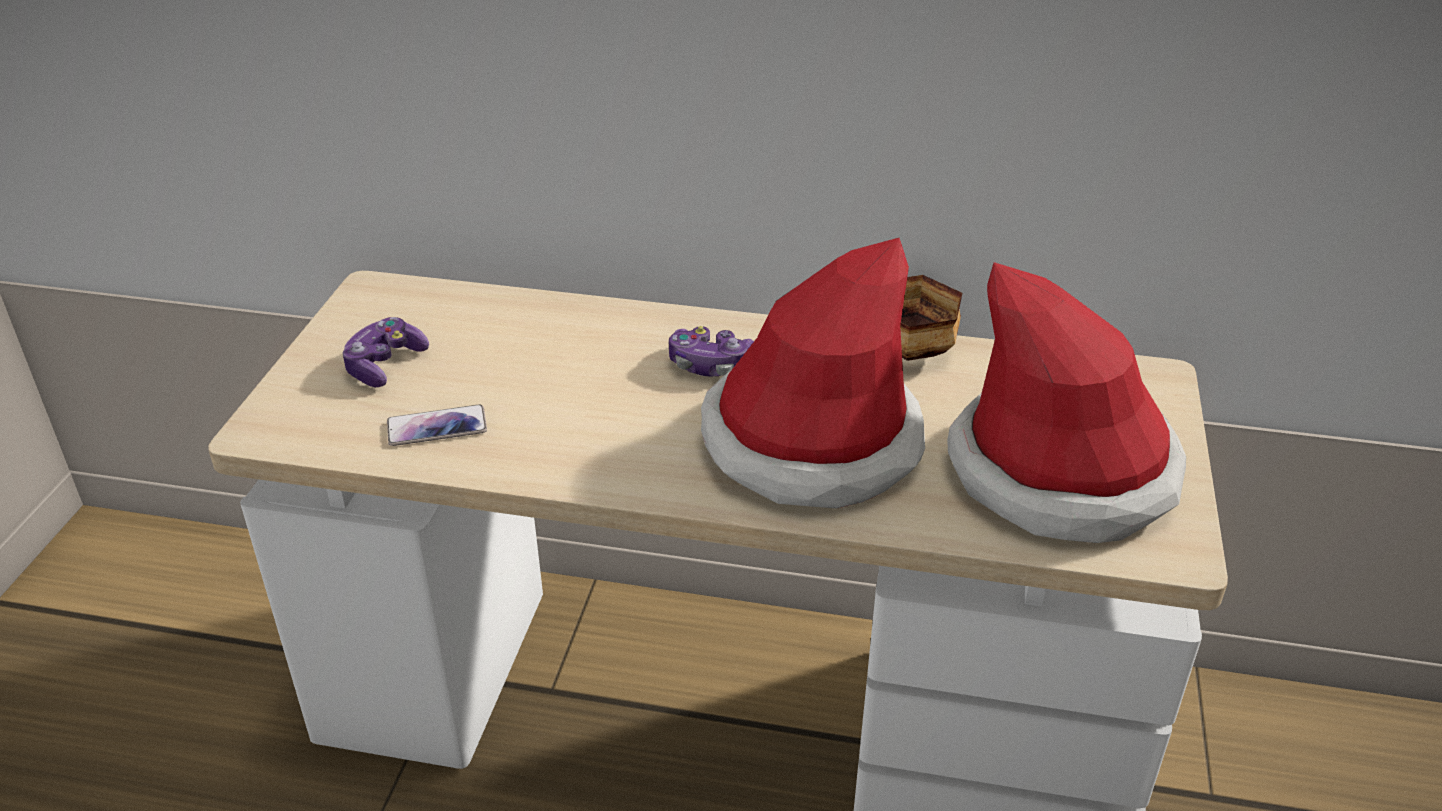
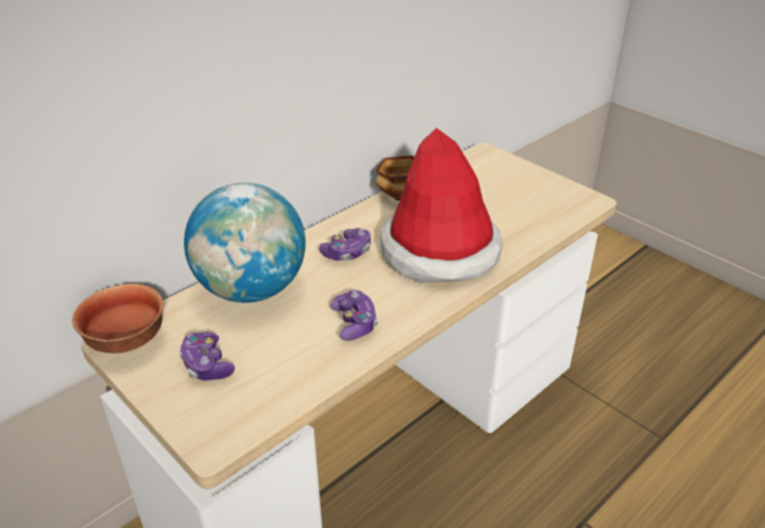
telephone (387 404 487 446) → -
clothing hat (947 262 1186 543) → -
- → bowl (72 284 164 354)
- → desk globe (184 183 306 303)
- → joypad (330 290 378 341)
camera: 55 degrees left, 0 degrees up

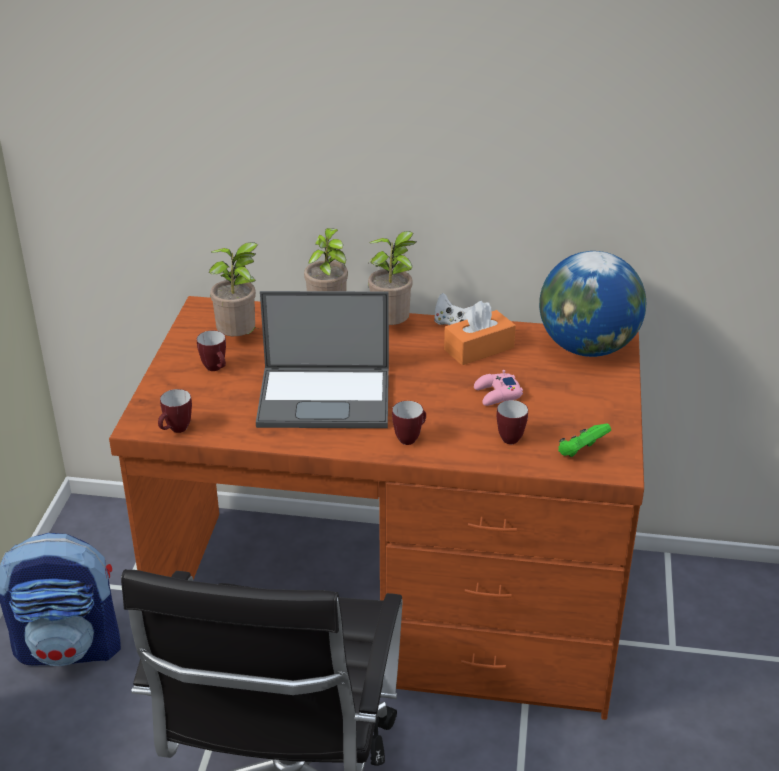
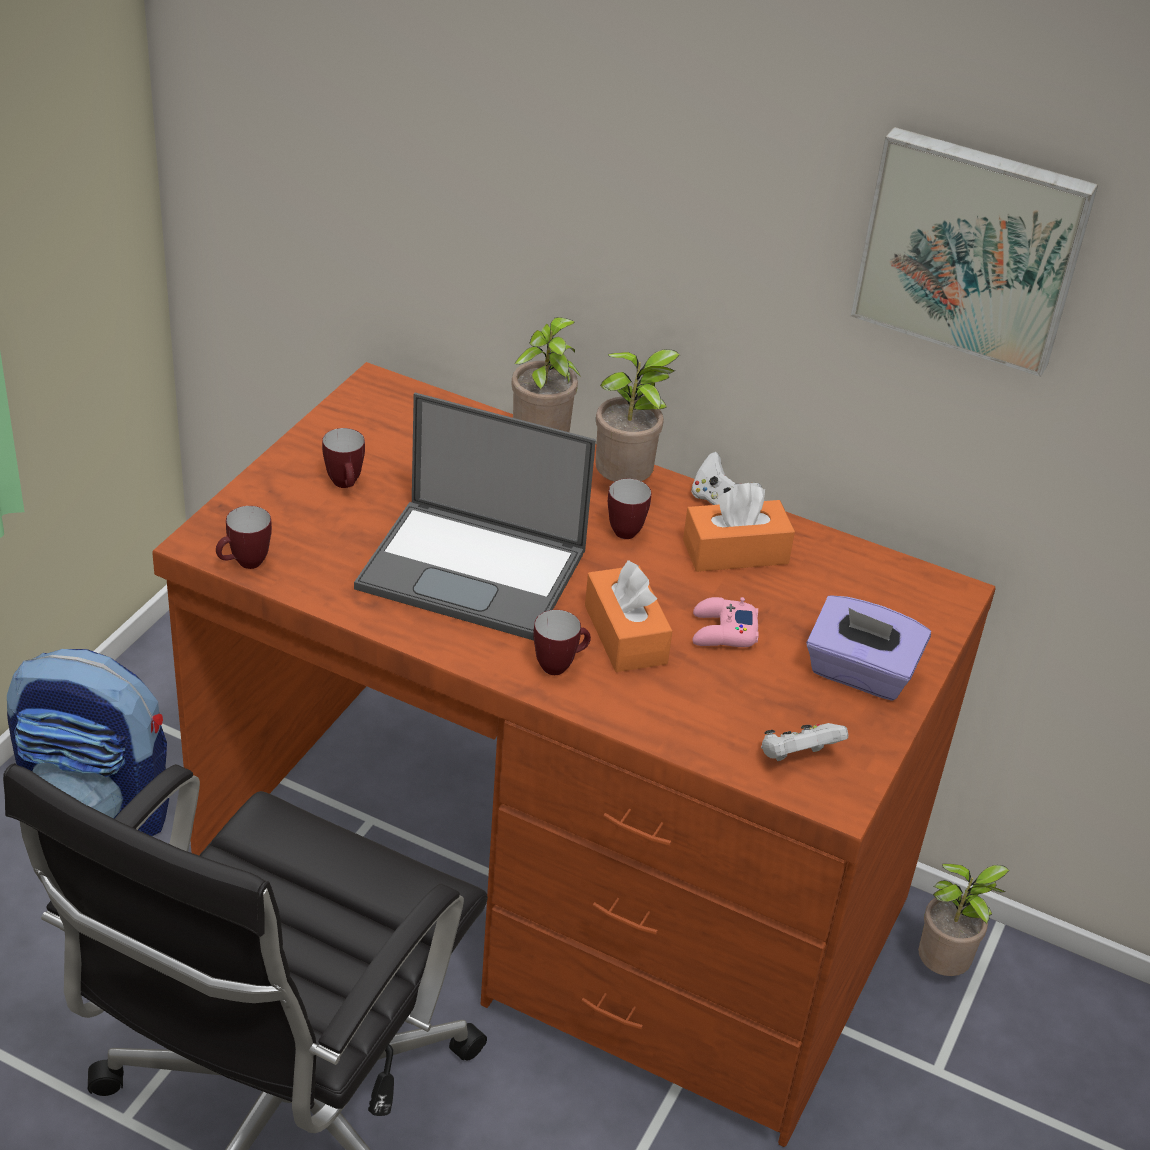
potted plant (209 242 258 336) → potted plant (918 863 1010 976), shifted
tea mug (497 400 528 444) → tea mug (608 479 651 539), shifted
desk globe (539 251 646 357) → -
green-coloured joypad (558 423 611 457) → white joypad (761 723 848 761)
- → orange tissue box (585 560 672 672)
- → purple tissue box (806 595 931 701)
- → wall art (851 127 1098 377)
camera: 15 degrees right, 5 degrees up

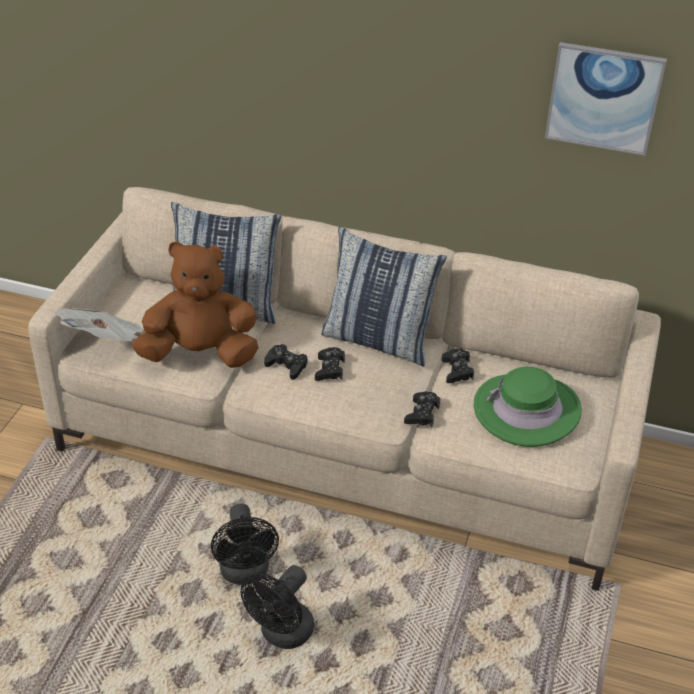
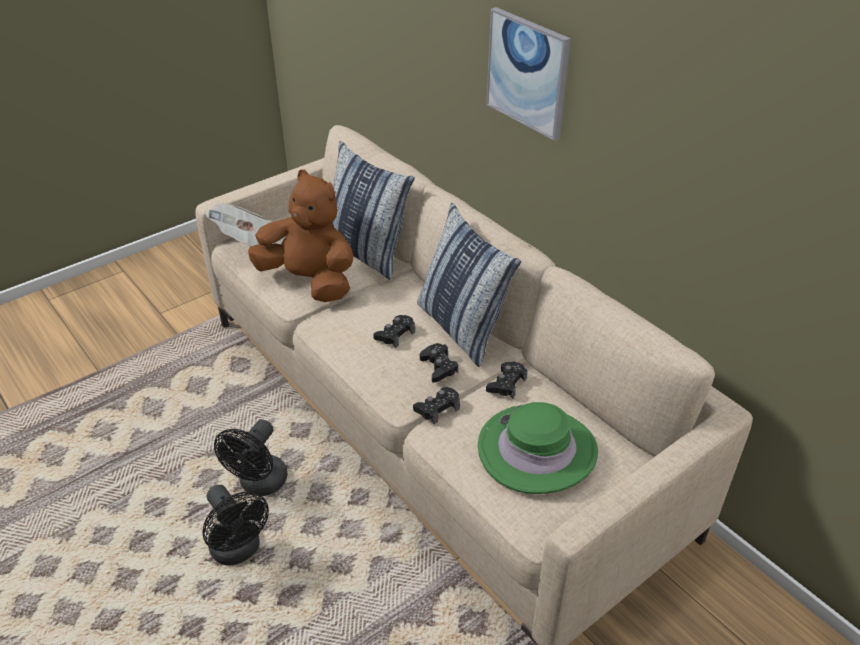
black-coloured cooling fan (241 565 314 649) → black-coloured cooling fan (202 485 269 565), 105 degrees counterclockwise
black-coloured joypad (264 344 307 380) → black-coloured joypad (420 343 459 383), shifted
wall art (545 42 667 156) → wall art (486 7 571 141), shifted
camera: 35 degrees right, 0 degrees up

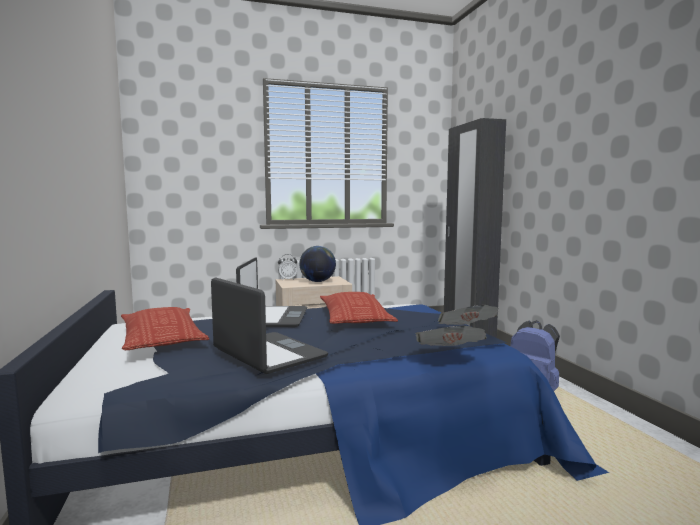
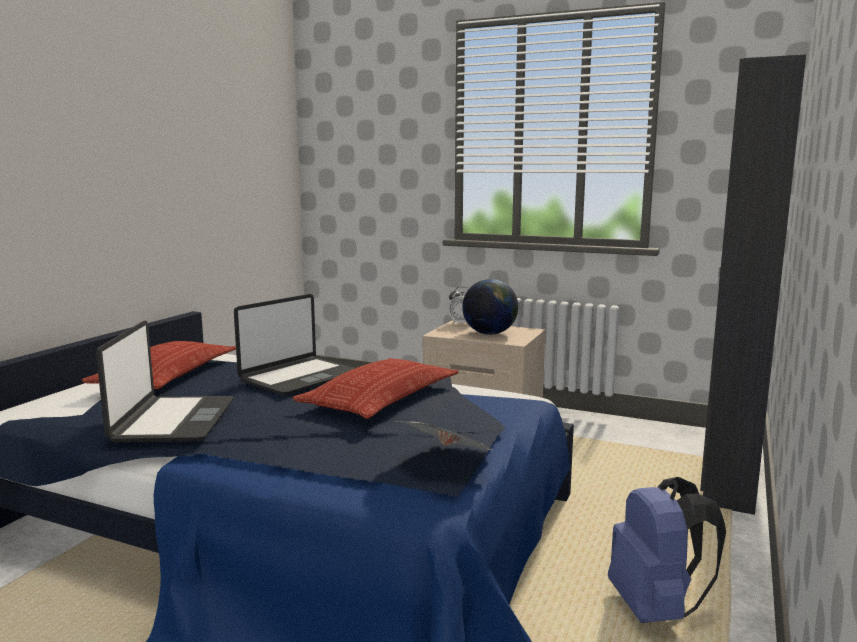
daily paper (415 326 487 346) → -
camera: 40 degrees right, 5 degrees up

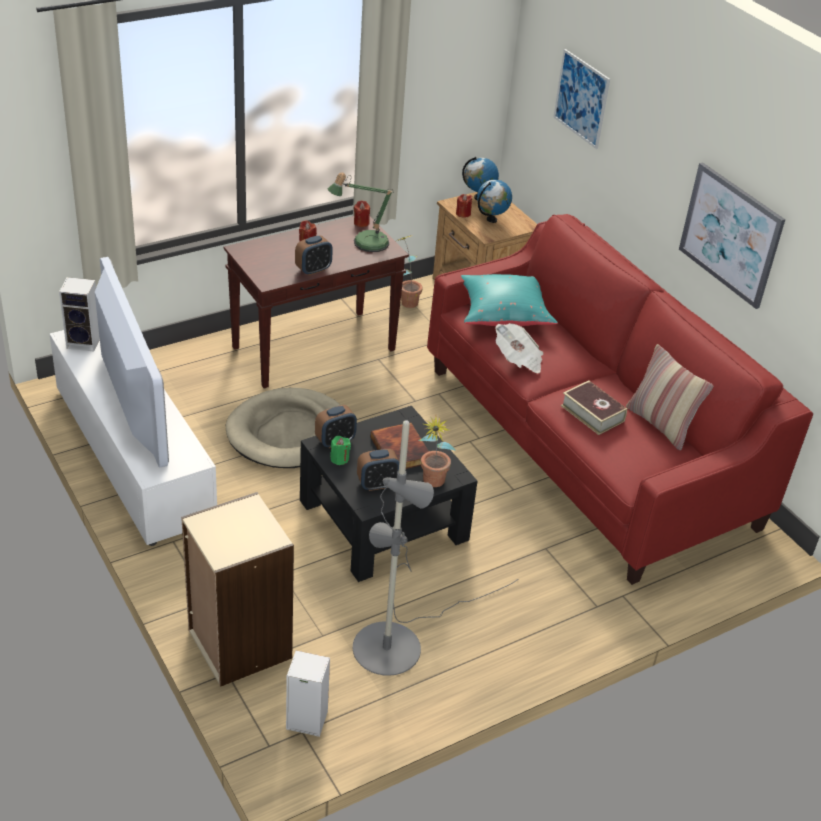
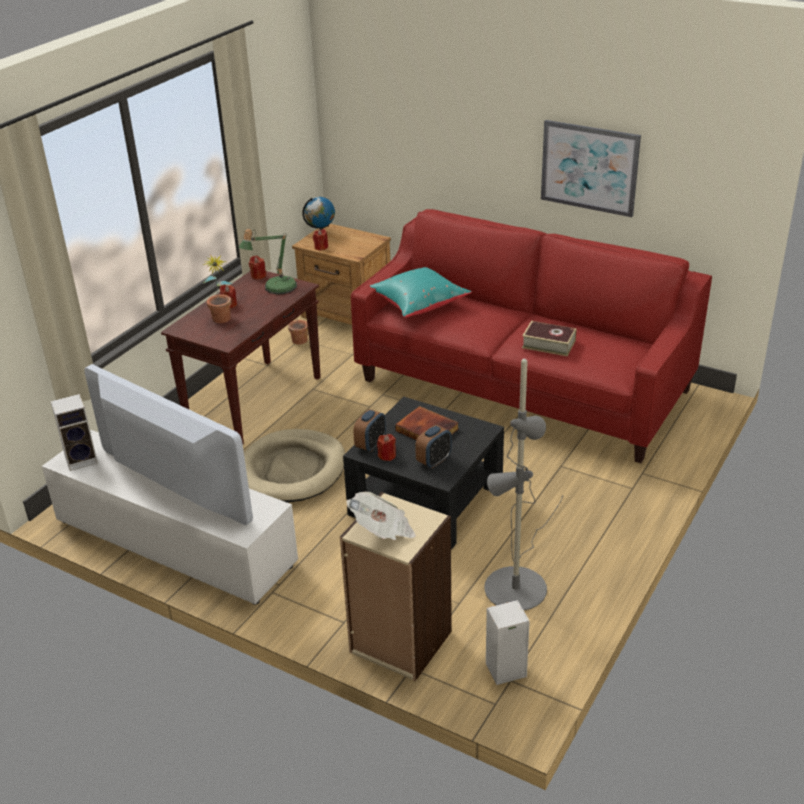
bedside clock (295 235 333 275) → -
green-coloured wax candle (330 436 351 465) → reddish wax candle (377 434 396 461)
potted plant (418 417 456 487) → potted plant (203 254 232 323), shifted
desk globe (477 179 512 223) → -
daily paper (495 323 543 373) → daily paper (346 492 416 540), shifted
wall art (553 49 610 149) → -
pillow (626 344 713 450) → -
camera: 25 degrees left, 5 degrees down

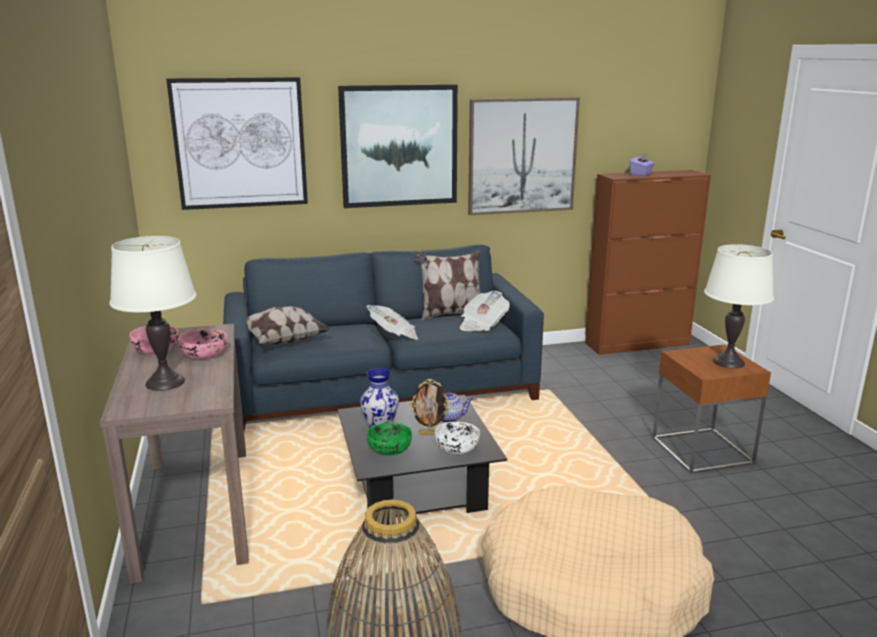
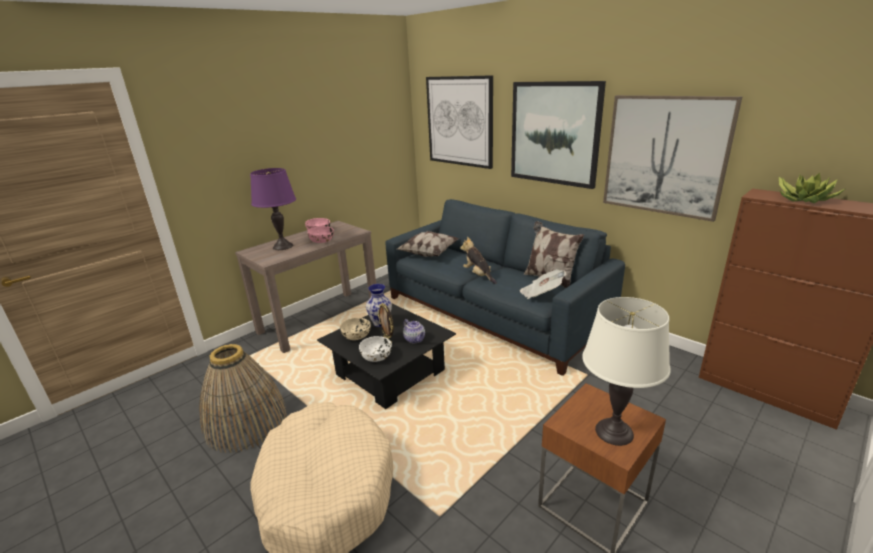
white table lamp (110 236 196 391) → purple table lamp (250 168 296 250)
daily paper (366 305 418 340) → cuddly toy (460 237 497 284)
green-coloured bowl (367 423 412 455) → beige-coloured bowl (340 318 371 340)
purple tissue box (630 153 655 176) → potted plant (779 173 845 203)
camera: 60 degrees right, 5 degrees up

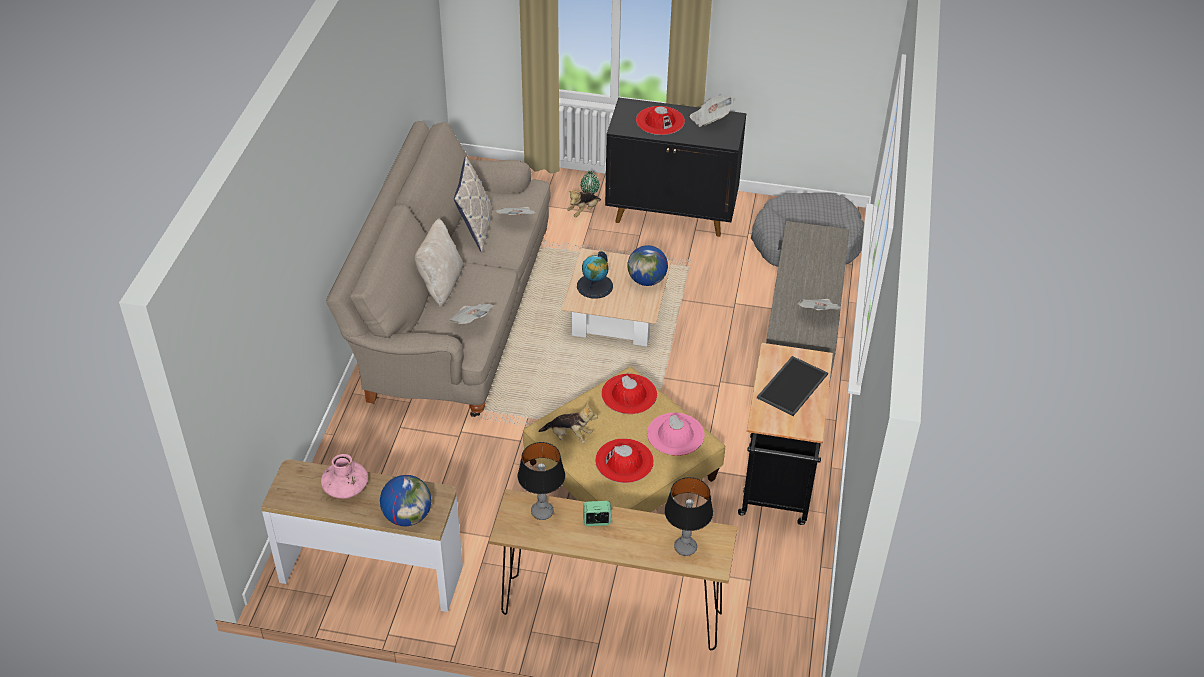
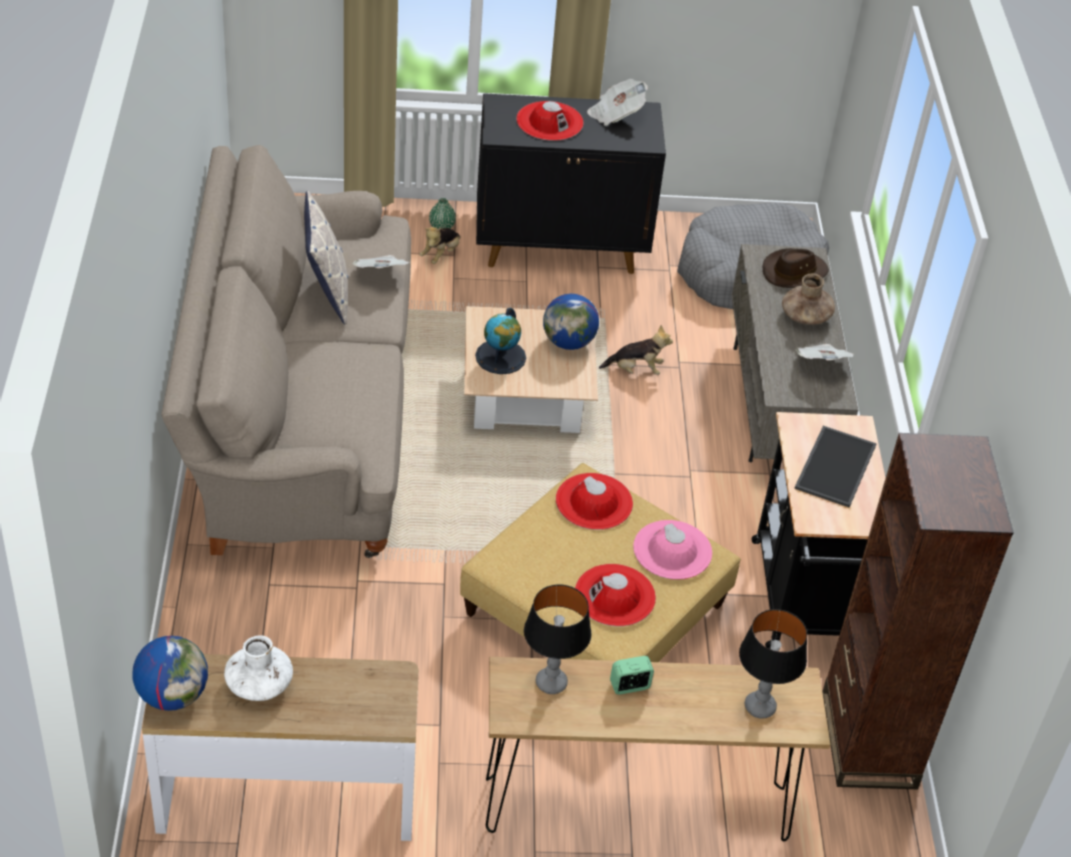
pink-coloured decorative vase (321 454 368 499) → white decorative vase (224 635 293 701)
desk globe (380 475 432 526) → desk globe (133 636 208 711), shifted
beige-coloured pillow (415 218 464 307) → -
daily paper (449 303 494 324) → -
cuddly toy (538 403 598 443) → cuddly toy (599 325 673 375), shifted
- → brown-coloured clothing hat (763 248 829 288)
- → brown-coloured decorative vase (782 274 835 325)
- → brown-coloured bookcase (822 433 1014 789)
camera: 15 degrees left, 0 degrees up

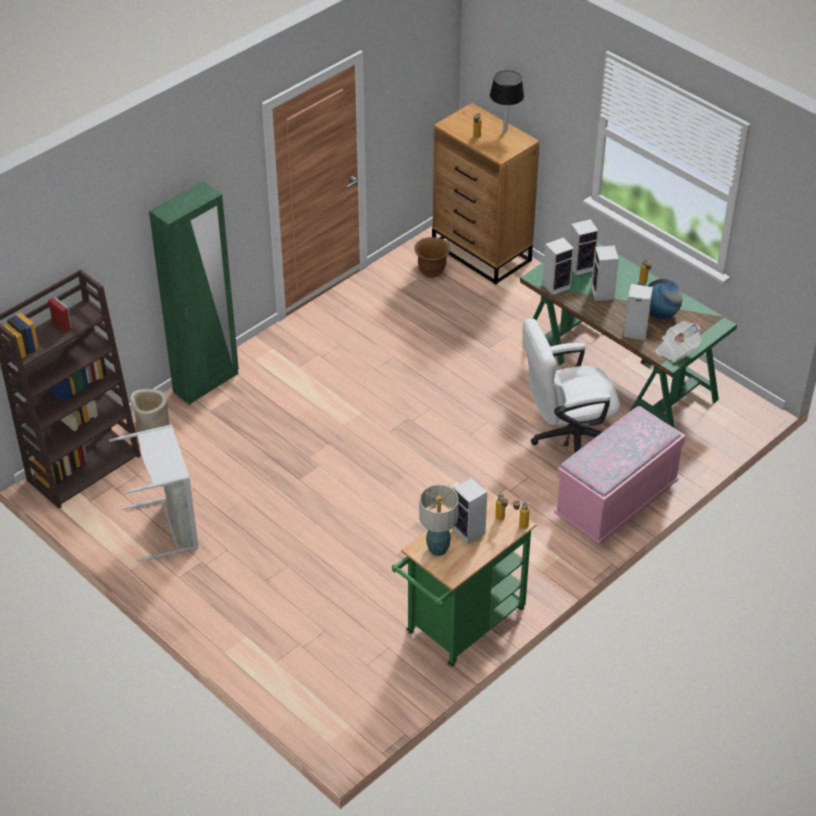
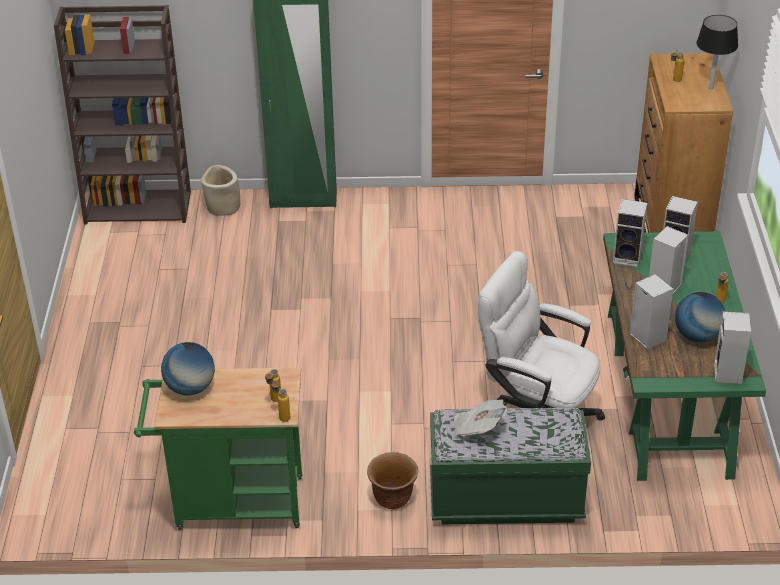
greyish hamper (109 425 199 562) → -
brown-coloured planter (414 237 450 278) → brown-coloured planter (367 452 418 509), shifted
table lamp (419 485 459 556) → desk globe (161 342 215 396)
loudspeaker (452 477 487 544) → loudspeaker (714 312 751 384), shifted
pink-coloured long seat (554 406 686 544) → green-coloured long seat (430 408 591 524)
daily paper (655 321 701 362) → daily paper (454 400 507 436), shifted
camera: 45 degrees right, 5 degrees down

